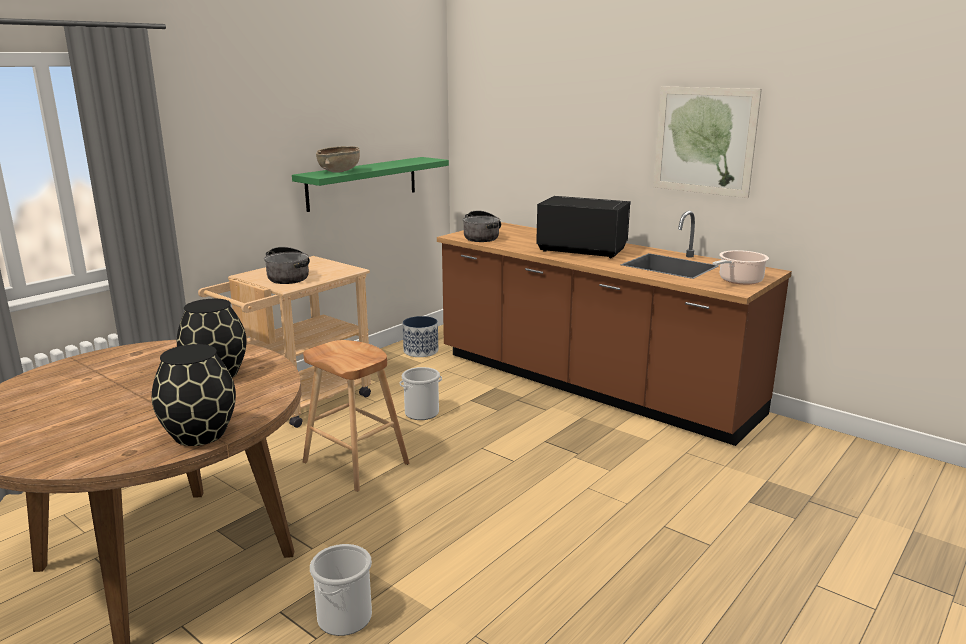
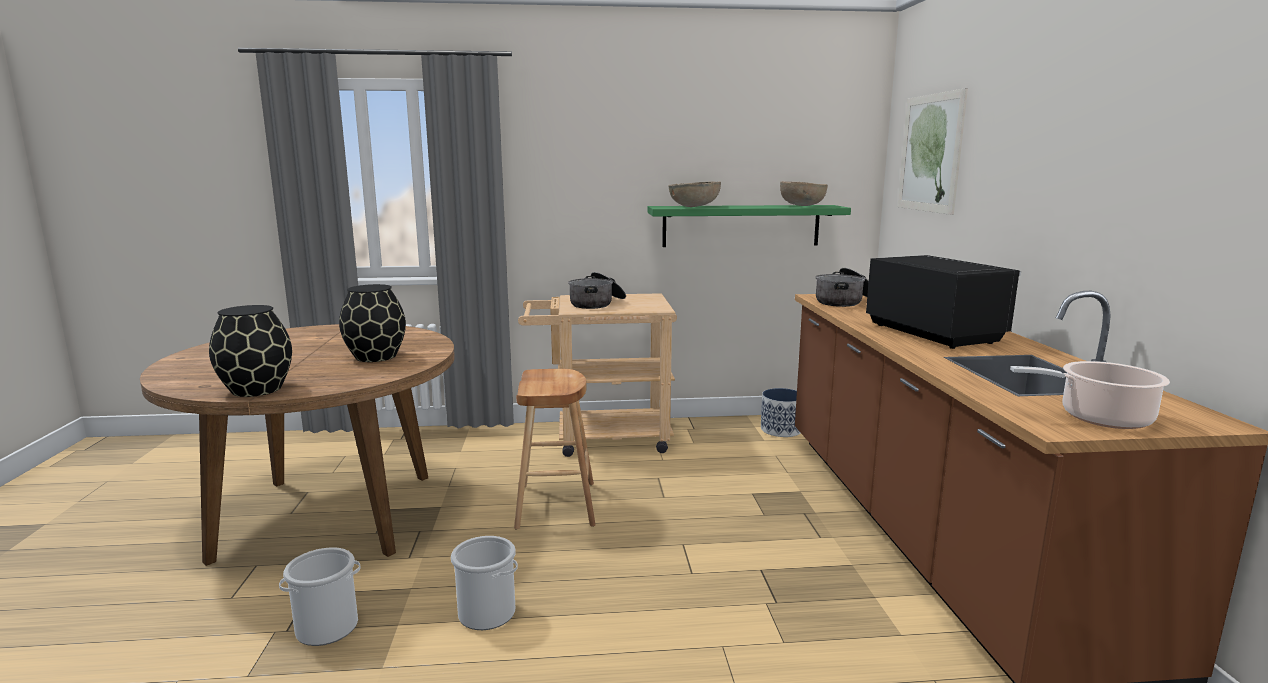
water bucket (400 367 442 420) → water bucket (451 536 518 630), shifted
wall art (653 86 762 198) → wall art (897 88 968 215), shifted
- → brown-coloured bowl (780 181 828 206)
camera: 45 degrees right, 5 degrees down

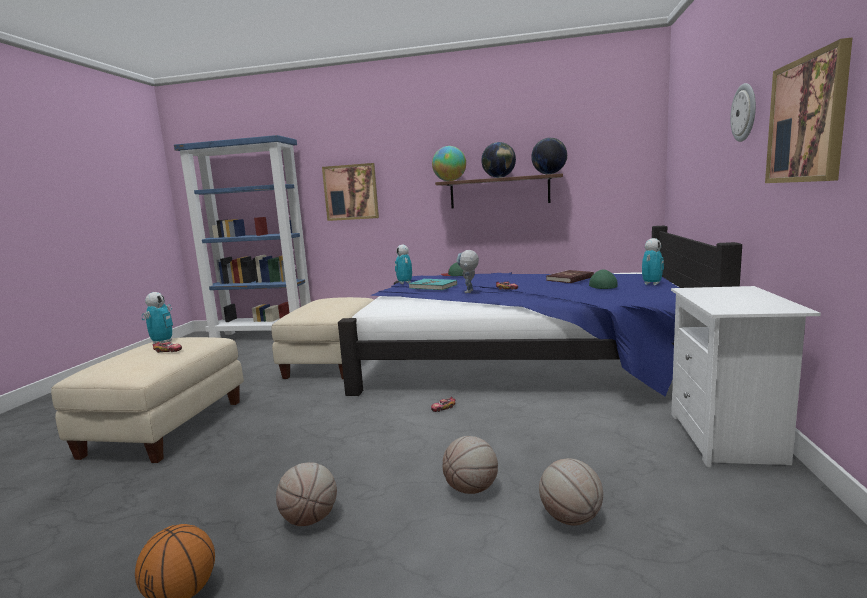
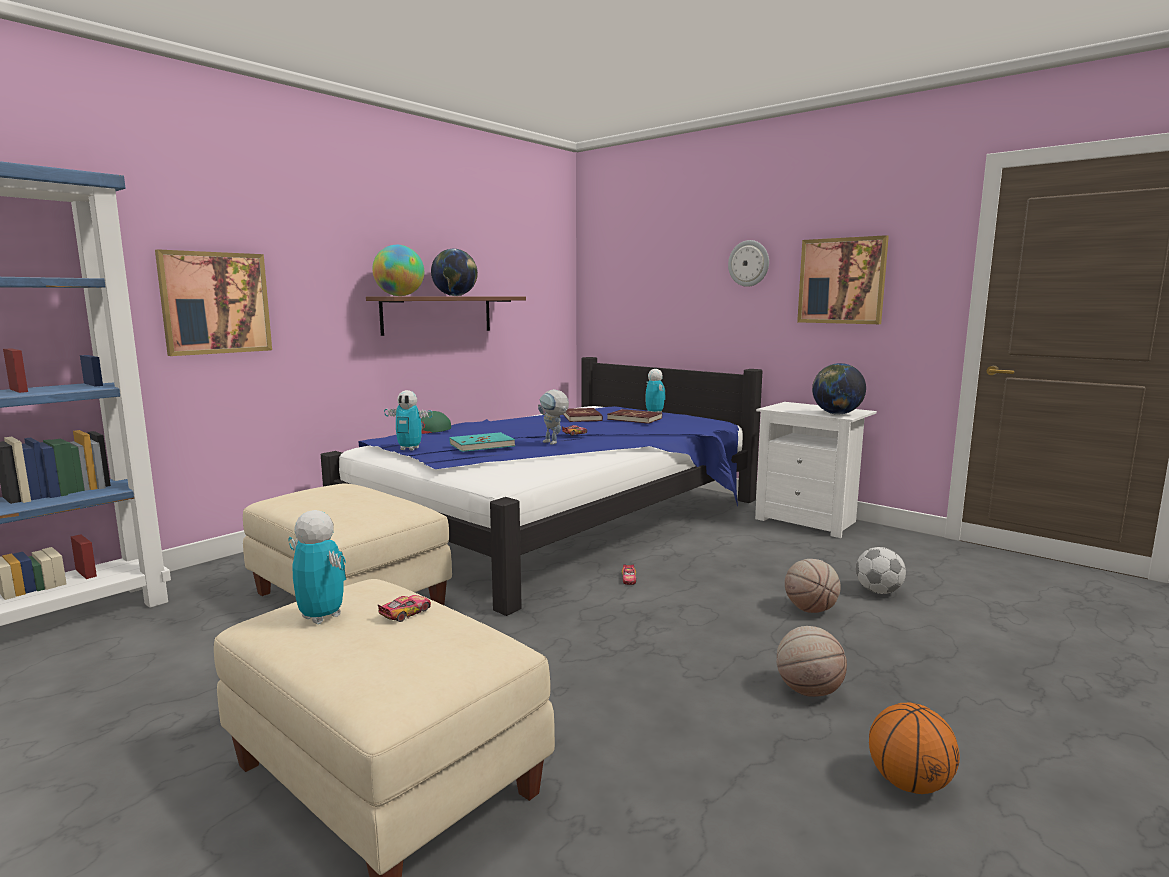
desk globe (531 138 567 174) → desk globe (812 363 866 415), shifted
basketball (539 458 603 526) → football ball (856 547 906 594)
green-coloured cap (589 270 618 289) → reddish bound book (607 409 662 424)
camera: 60 degrees left, 0 degrees up

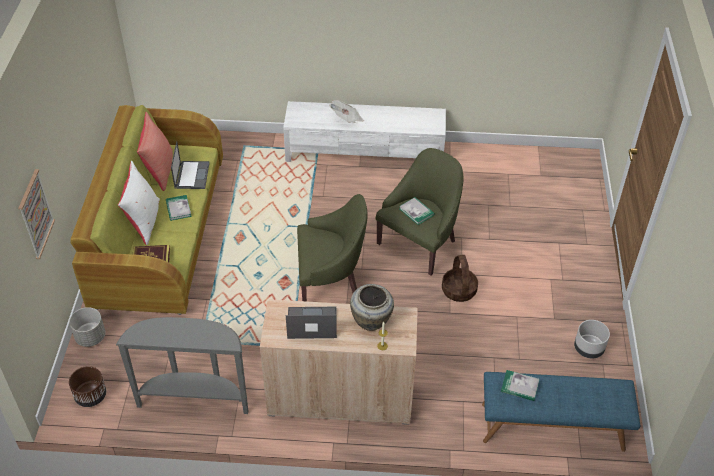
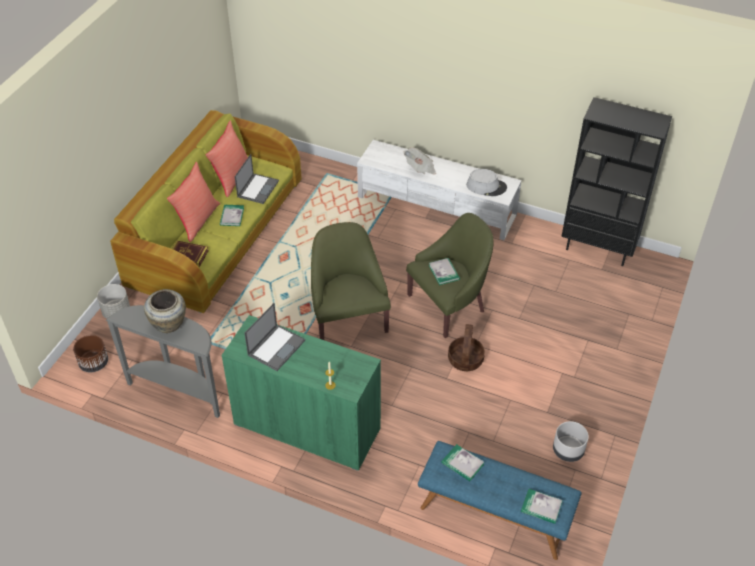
wall art (18 169 55 259) → -
white pillow (118 161 160 245) → reddish pillow (167 162 220 242)
beige-coloured cabinet (260 299 418 425) → green-coloured cabinet (221 315 381 471)
laptop (286 307 337 339) → laptop (244 303 305 371), 105 degrees clockwise
green-coloured armchair (297 194 368 302) → green-coloured armchair (311 222 391 340), 120 degrees counterclockwise
beige-coloured decorative vase (350 284 394 331) → beige-coloured decorative vase (144 289 186 333), shifted
- → greyish clothing hat (467 169 507 196)
- → bound book (521 489 563 524)
- → black-coloured bookcase (561 97 672 266)
camera: 20 degrees right, 0 degrees up

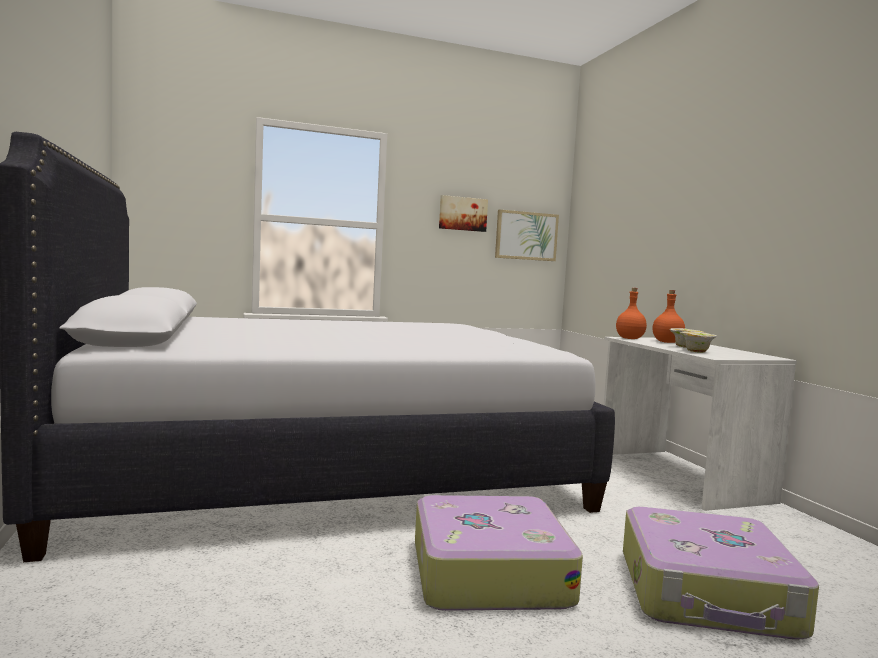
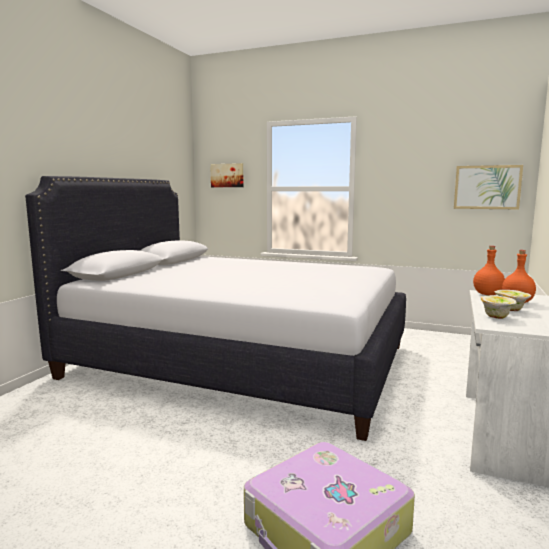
travel case (415 495 583 611) → -
wall art (439 195 488 232) → wall art (210 163 244 187), shifted
camera: 40 degrees right, 5 degrees up

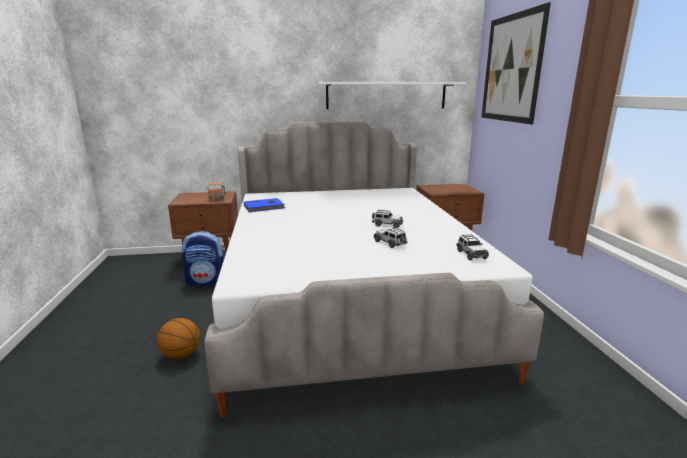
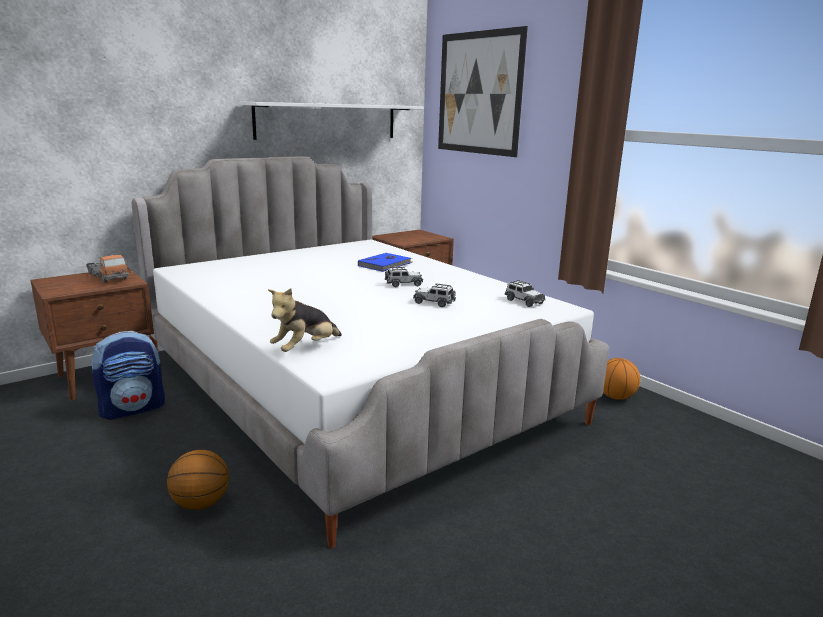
blue bound book (244 198 285 212) → blue bound book (358 253 412 272), shifted
- → cuddly toy (268 288 342 352)
- → basketball (603 358 640 400)
camera: 30 degrees left, 0 degrees up

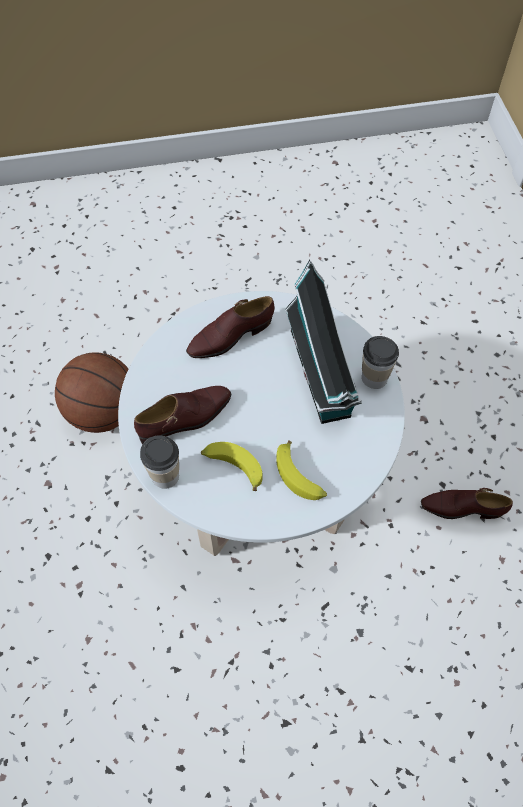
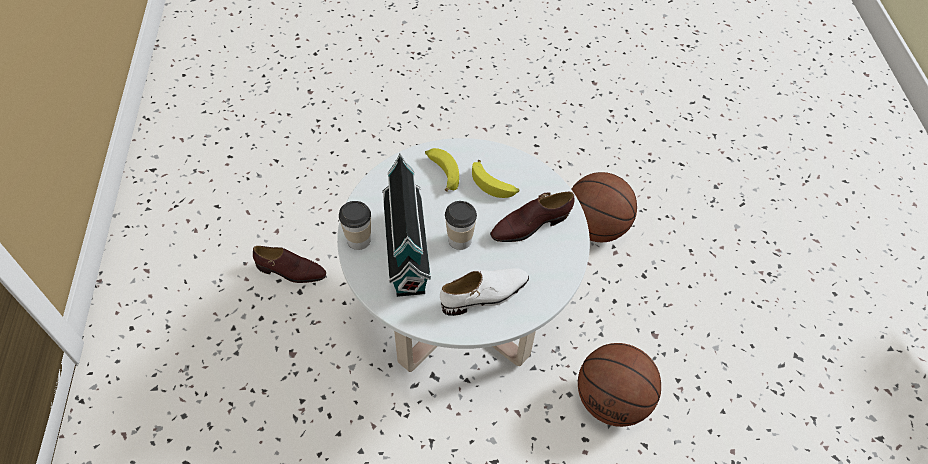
drinking cup (140 435 179 489) → drinking cup (445 201 477 250), shifted
brown-coloured shoe (186 296 275 358) → white shoe (440 268 529 316)
- → basketball (571 172 637 242)
camera: 175 degrees left, 5 degrees down

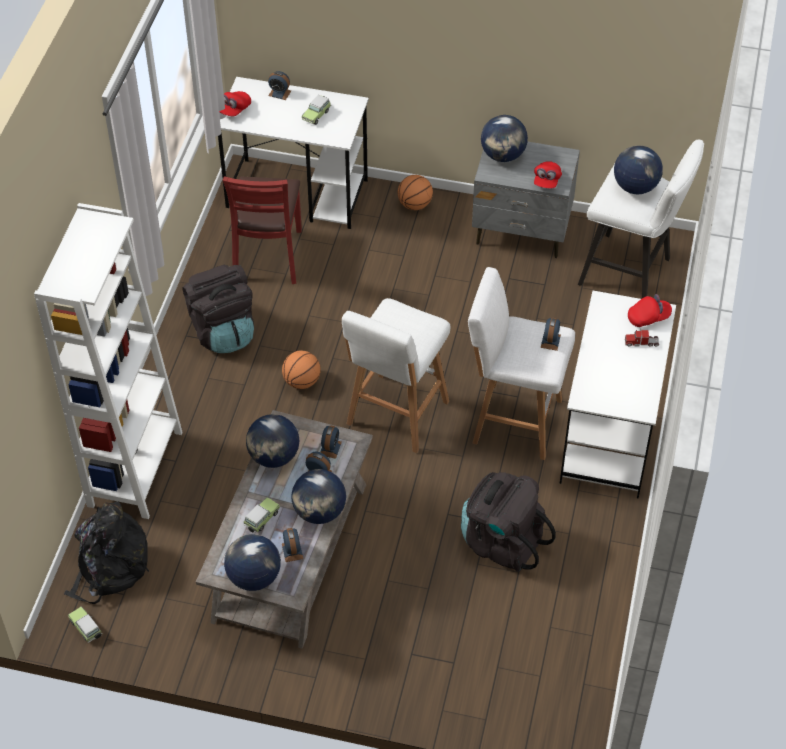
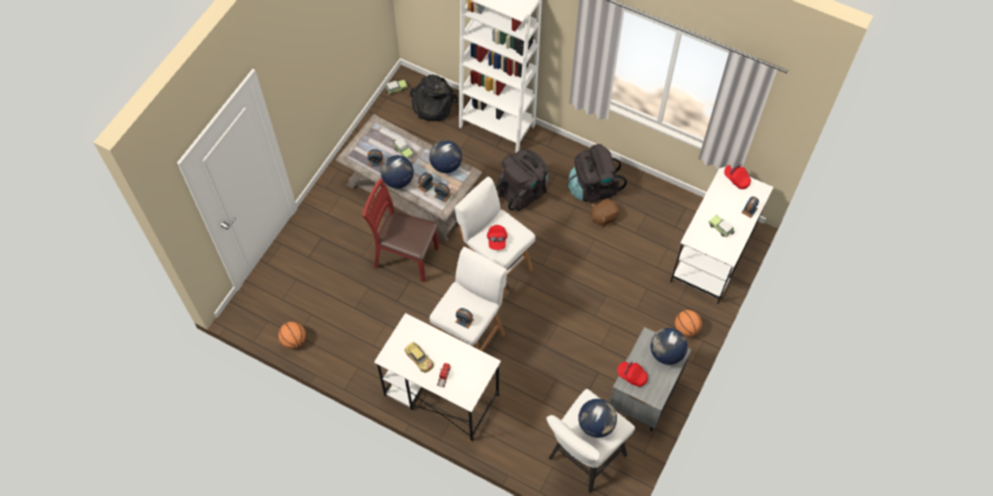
reddish plain chair (223 176 302 284) → reddish plain chair (362 178 439 282), shifted
desk globe (224 534 281 591) → -
basketball (282 351 321 389) → basketball (278 322 306 349), shifted
black-coloured knapsack (461 472 556 572) → black-coloured knapsack (496 150 548 211), shifted
reddish cap (628 294 672 327) → reddish cap (487 225 508 250), shifted
- → miniature car (405 342 434 373)
- → brown-coloured cuddly toy (590 199 620 228)
camera: 105 degrees right, 10 degrees up

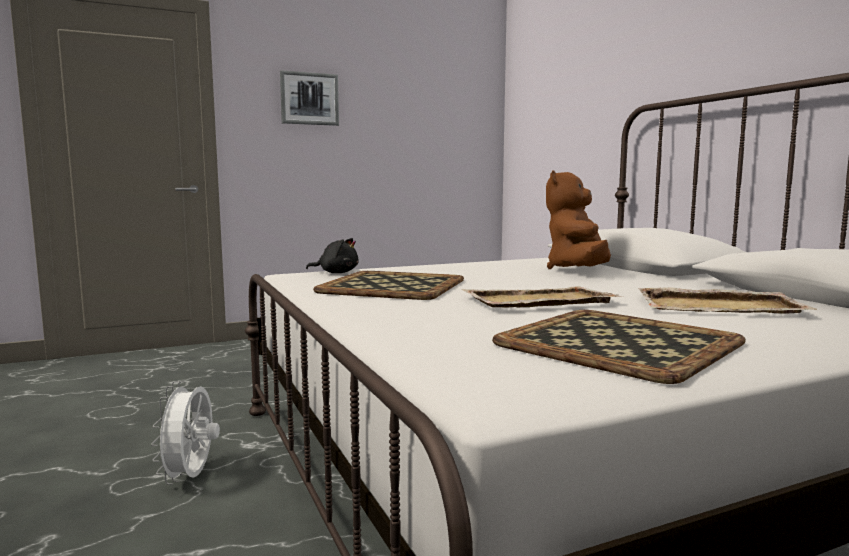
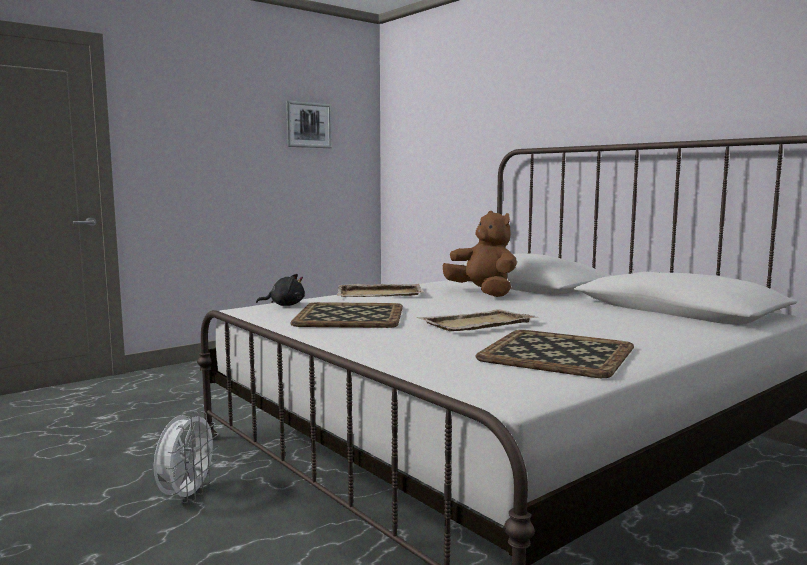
white cooling fan (151 381 220 485) → white cooling fan (154 411 219 503), 150 degrees counterclockwise
wall art (280 70 339 126) → wall art (286 101 332 148), shifted
brown-coloured cuddly toy (546 170 611 269) → brown-coloured cuddly toy (443 211 517 297), 135 degrees clockwise
beige-coloured carrying tray (638 288 817 314) → beige-coloured carrying tray (337 284 424 297), shifted
camera: 15 degrees left, 0 degrees up

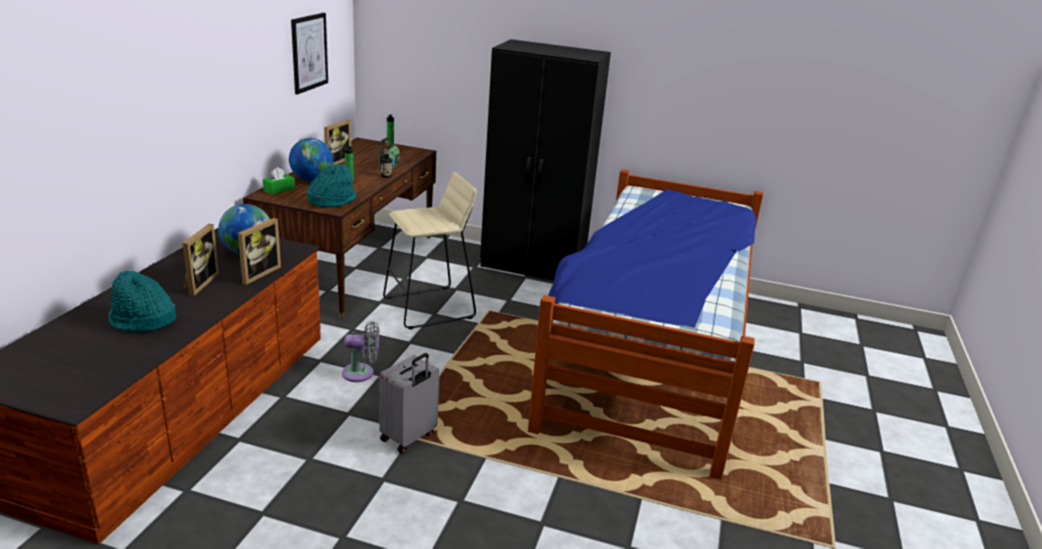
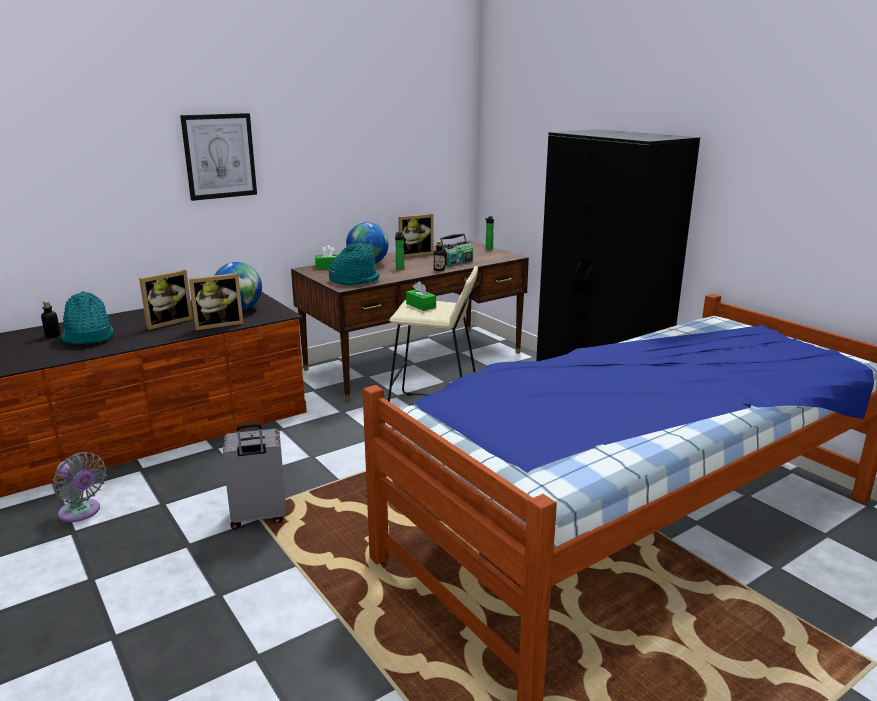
wall art (291 13 328 94) → wall art (180 113 257 201), shifted
greyish cooling fan (342 321 379 382) → greyish cooling fan (53 452 106 522), shifted
- → beverage bottle (41 301 61 338)
- → green-coloured tissue box (406 281 436 311)
camera: 40 degrees right, 5 degrees down

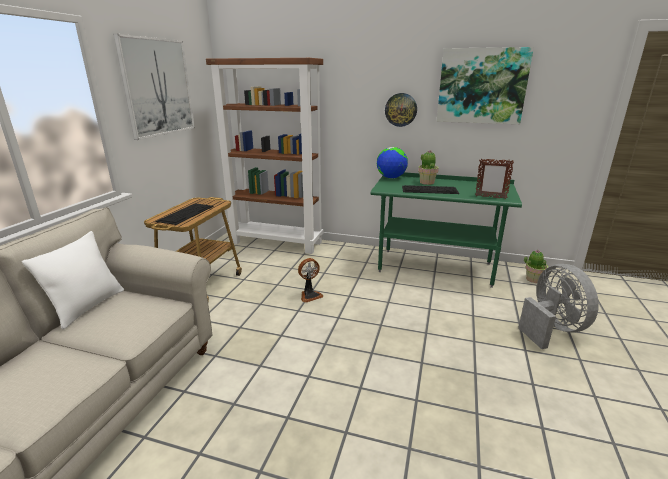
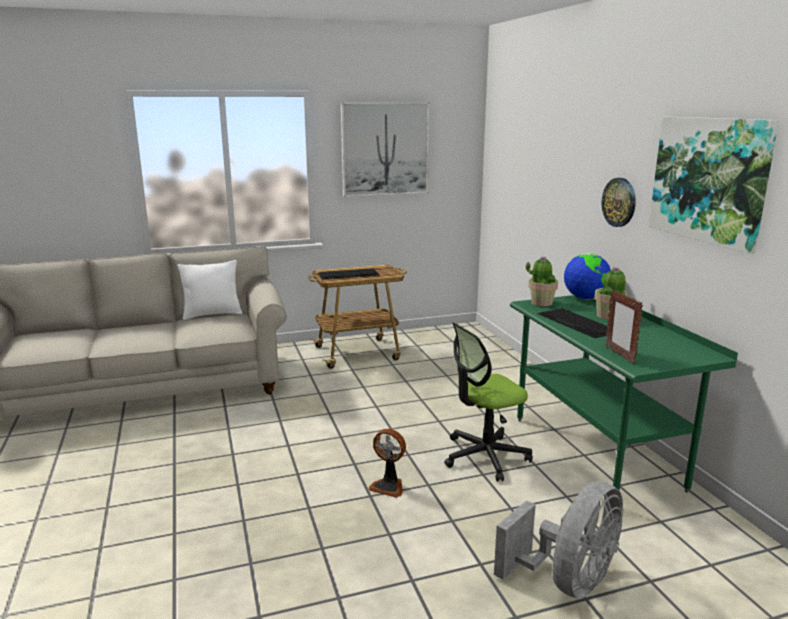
brown-coloured bookcase (206 58 323 254) → -
cooling fan (298 258 323 303) → cooling fan (368 429 406 498), shifted
potted plant (524 250 548 283) → potted plant (526 256 558 306), shifted
- → office chair (444 322 533 482)
camera: 55 degrees right, 5 degrees down

